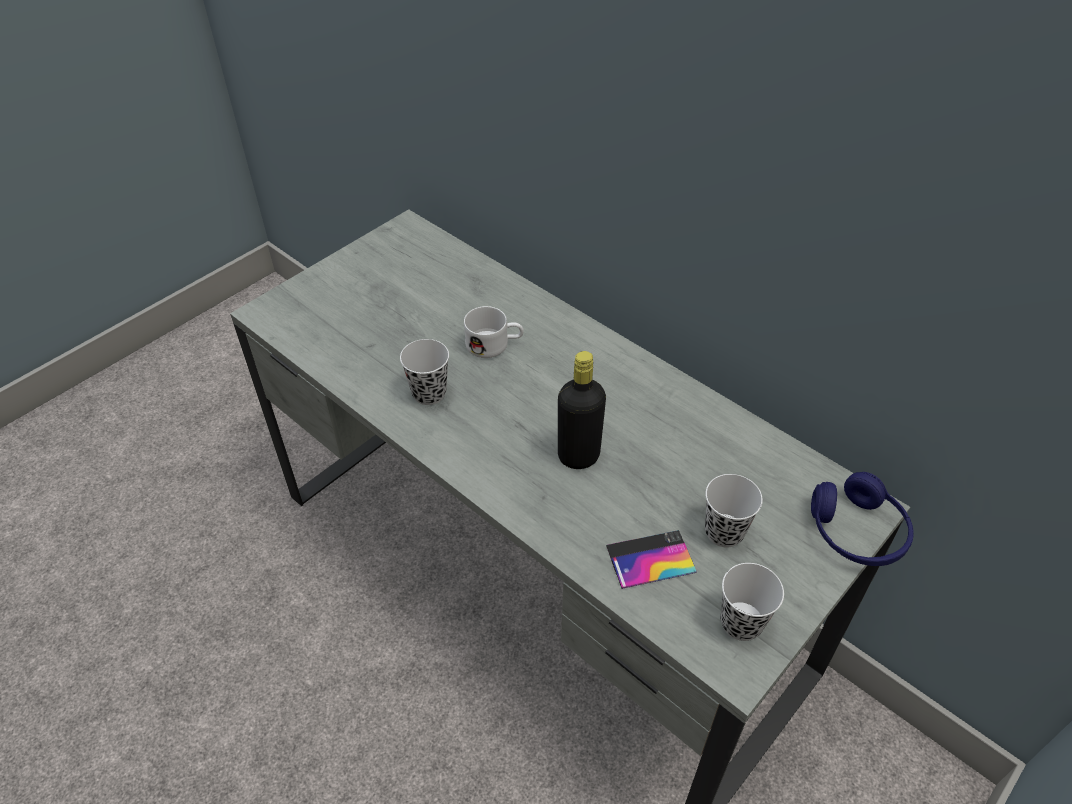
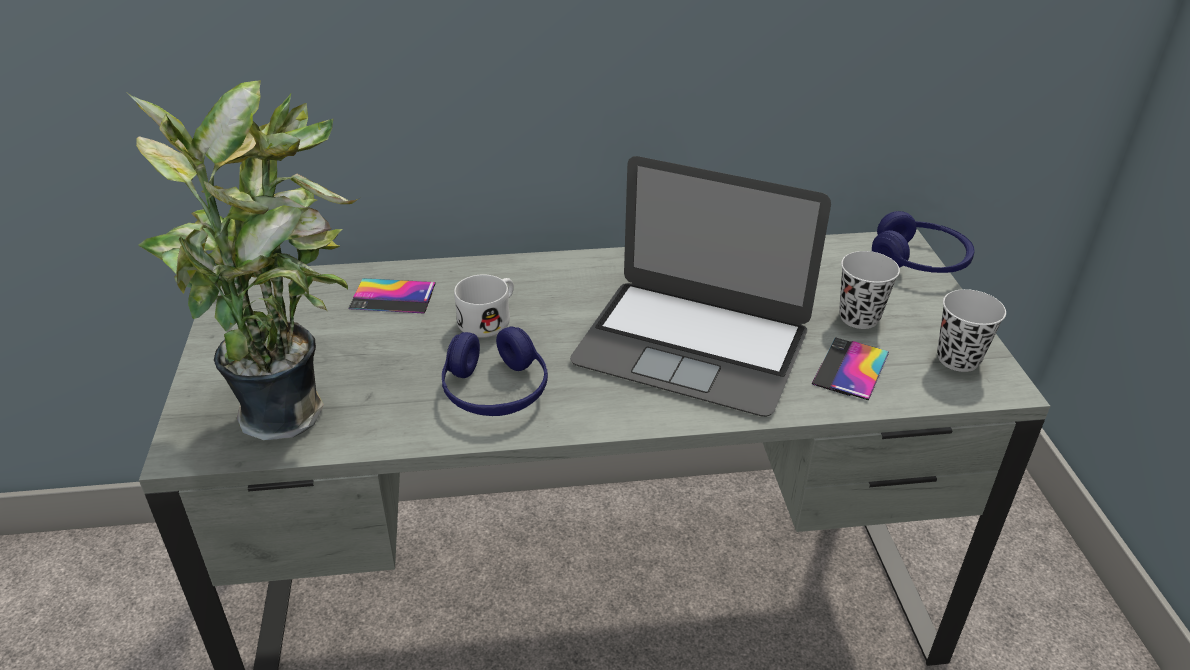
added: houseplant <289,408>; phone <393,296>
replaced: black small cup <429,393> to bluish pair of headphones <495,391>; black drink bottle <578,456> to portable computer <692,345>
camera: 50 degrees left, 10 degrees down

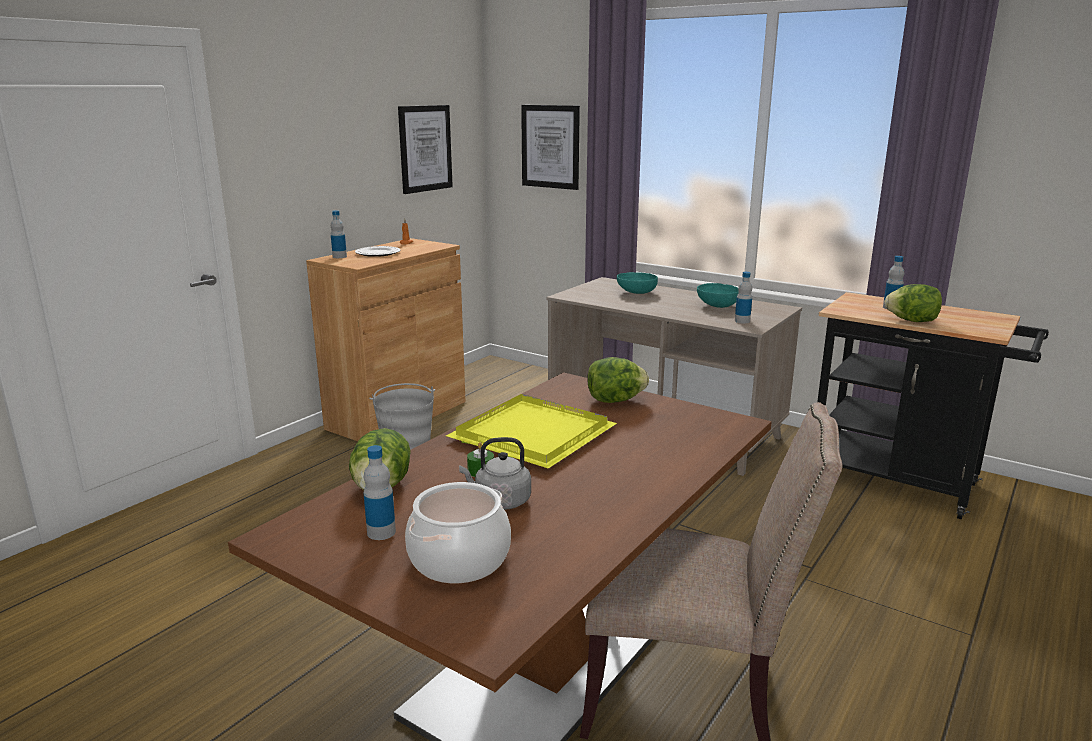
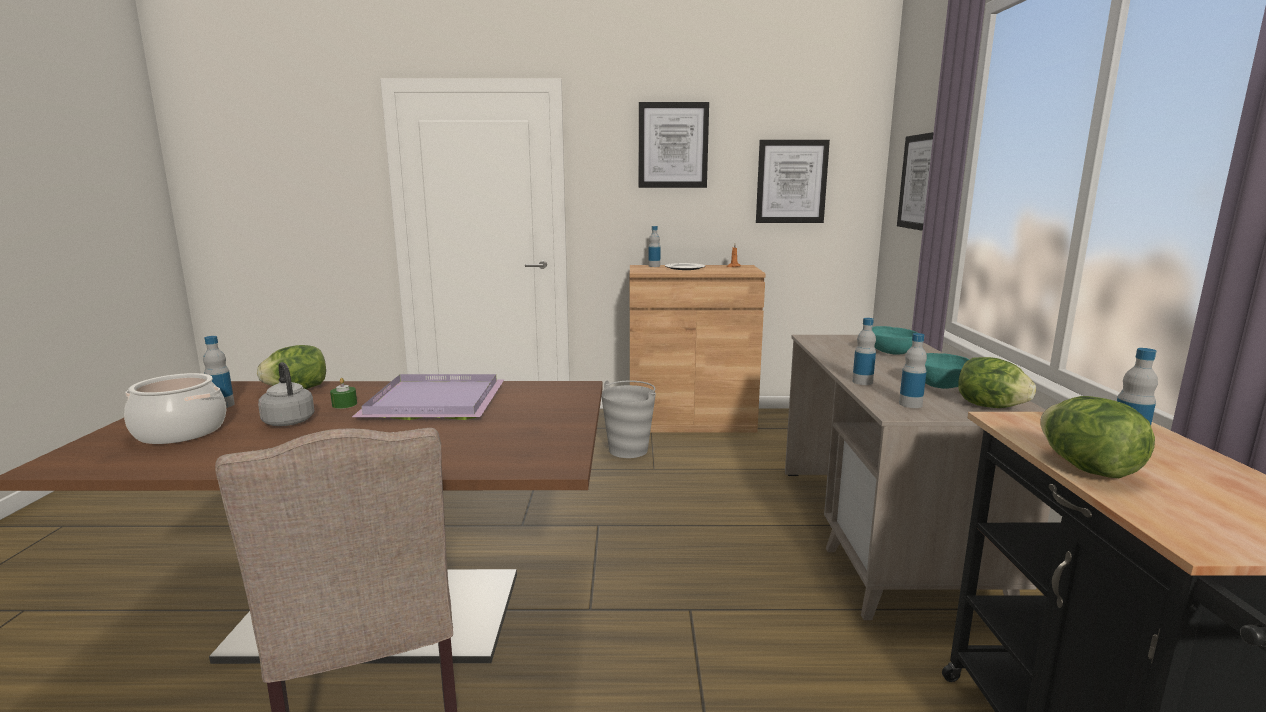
added: picture <673,145>; drink bottle <862,382>
moved: lettuce <615,400> to <990,406>
recoloured: yellow carrying tray <529,435> to purple carrying tray <433,401>
camera: 55 degrees right, 5 degrees down

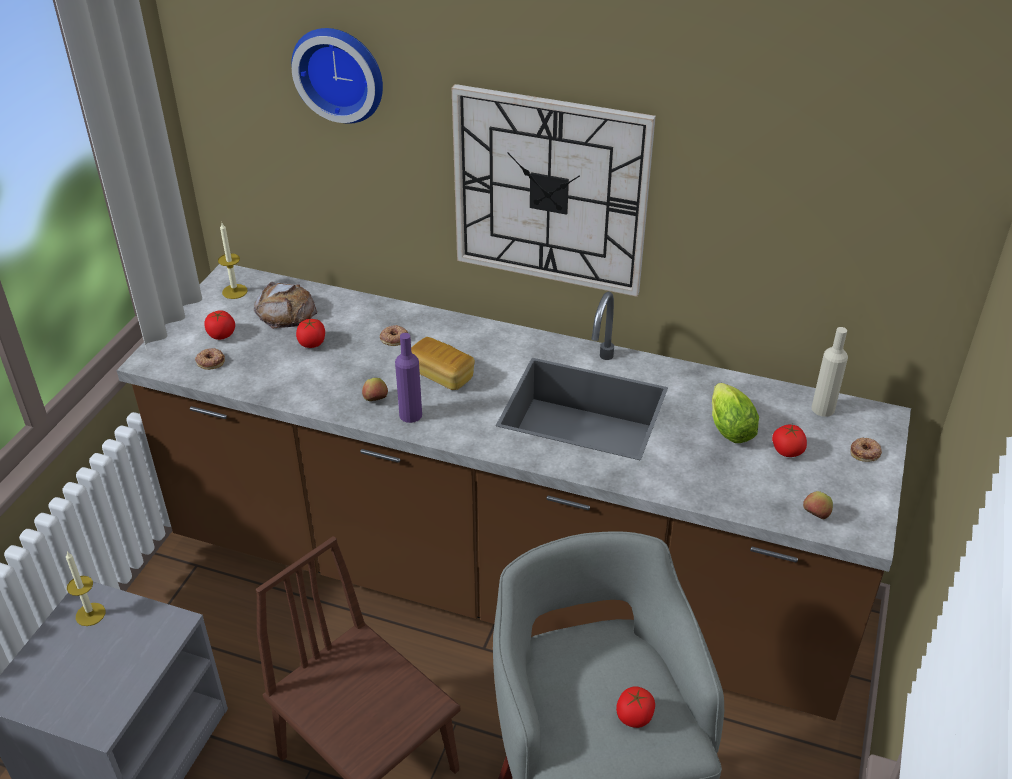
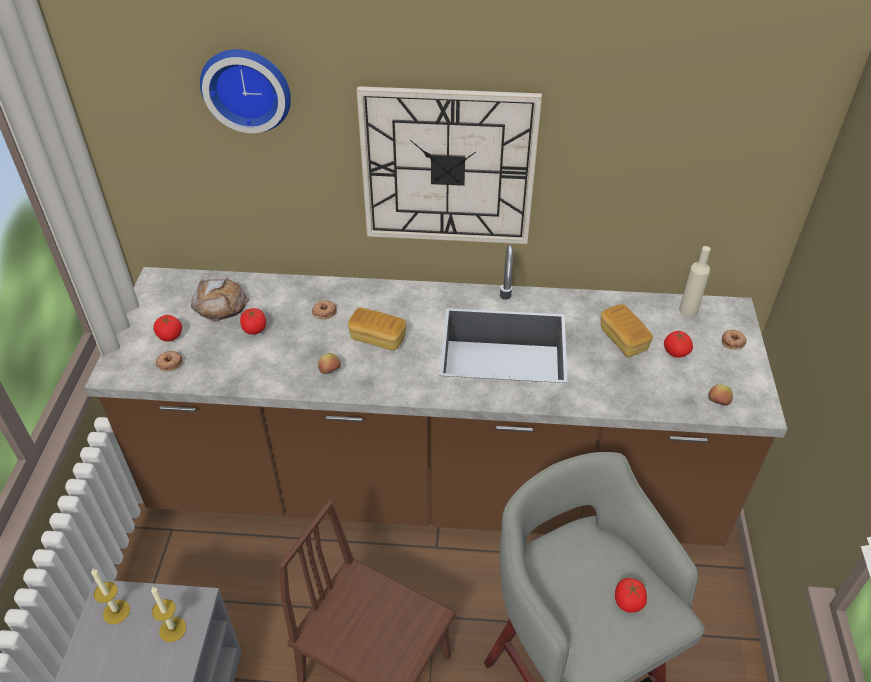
removed: purple drink bottle <410,415>
moved: wax light <234,291> to <172,629>
replaced: lettuce <728,426> to bakery bread <623,339>
camera: 15 degrees left, 5 degrees up

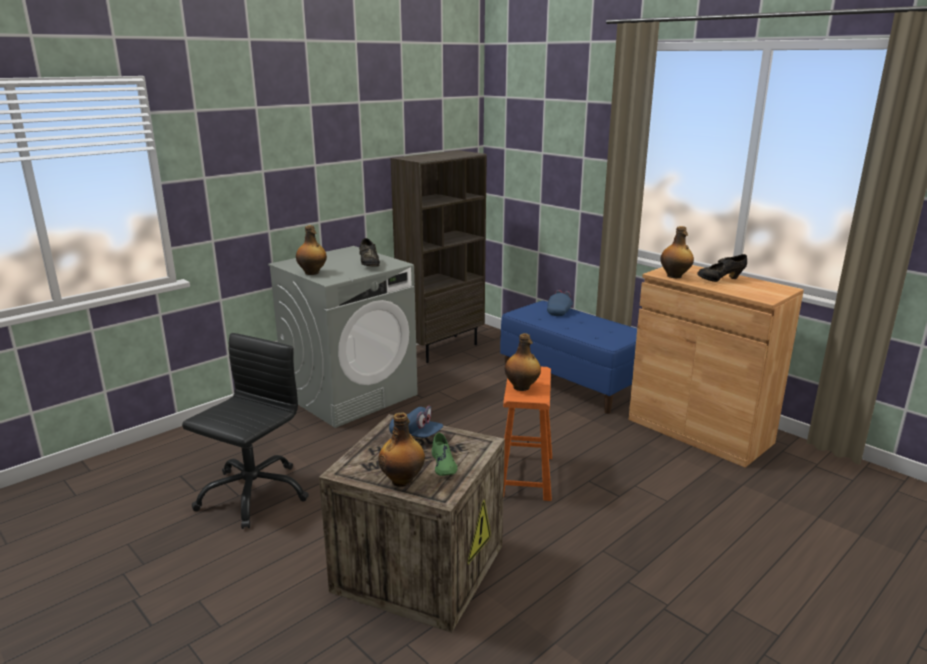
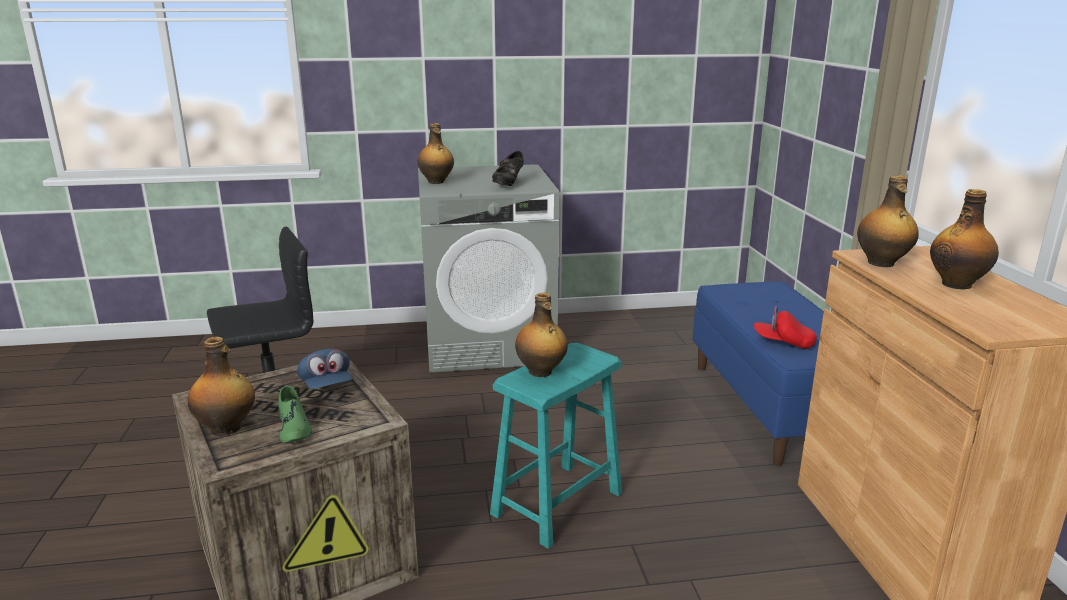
removed: brownish bookcase <441,348>; bluish baseball cap <559,311>
added: red-coloured baseball cap <783,342>
replaced: black low shoe <720,280> to drink bottle <957,284>
recoloured: orange-coloured stool seat <525,476> to turquoise stool seat <557,503>
turned: greenish low shoe <443,464> = <294,427> 45 degrees counterclockwise
camera: 35 degrees right, 0 degrees up

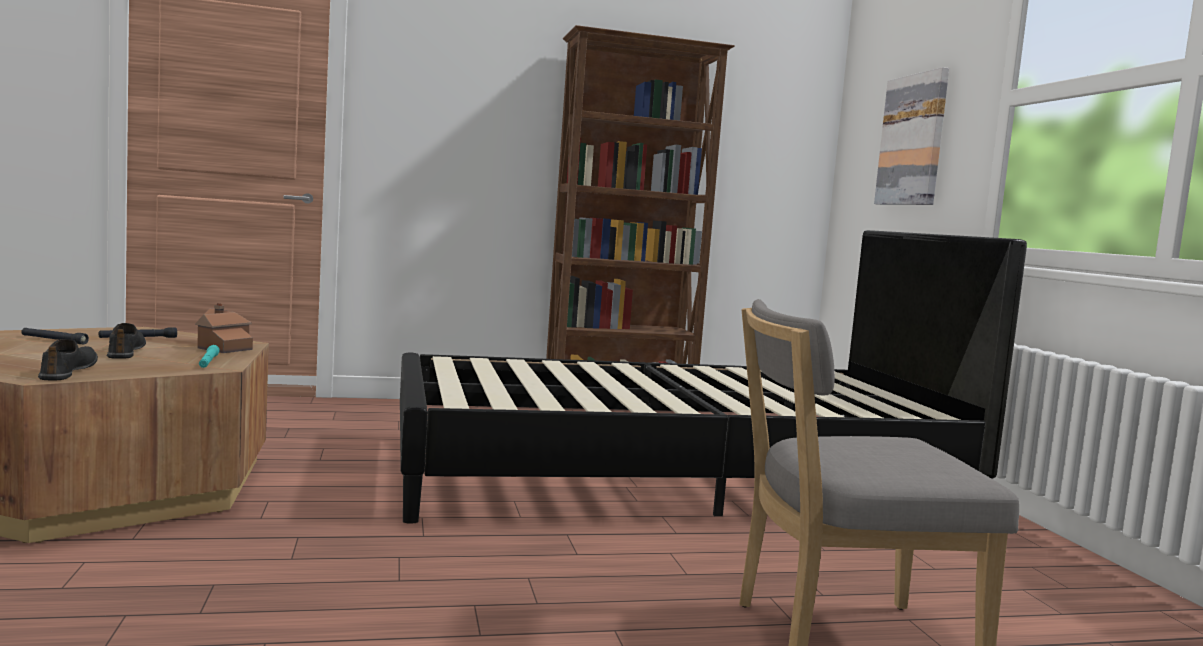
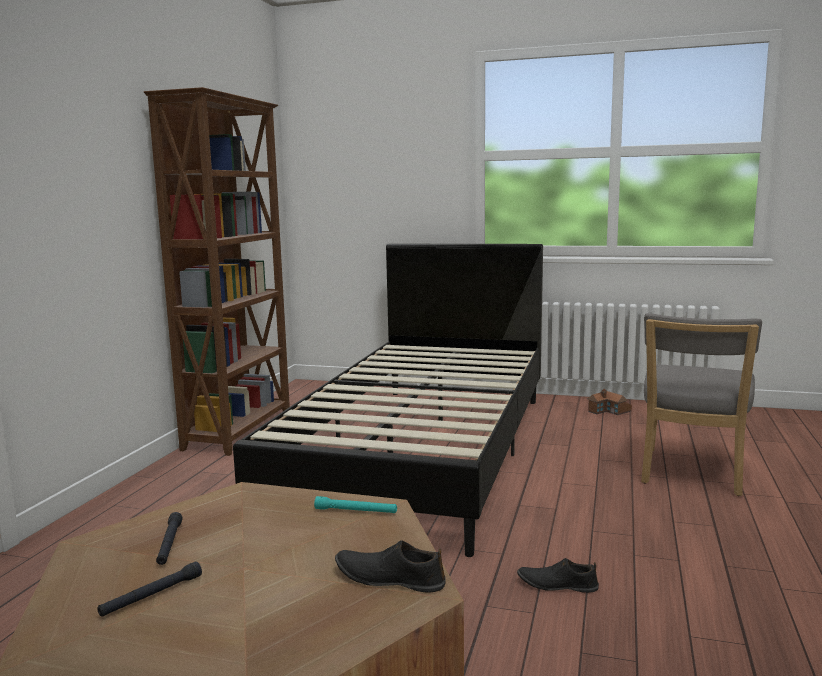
removed: picture <912,140>
moved: miniature house <221,346> to <609,411>; black low shoe <126,351> to <557,584>
camera: 60 degrees left, 5 degrees up

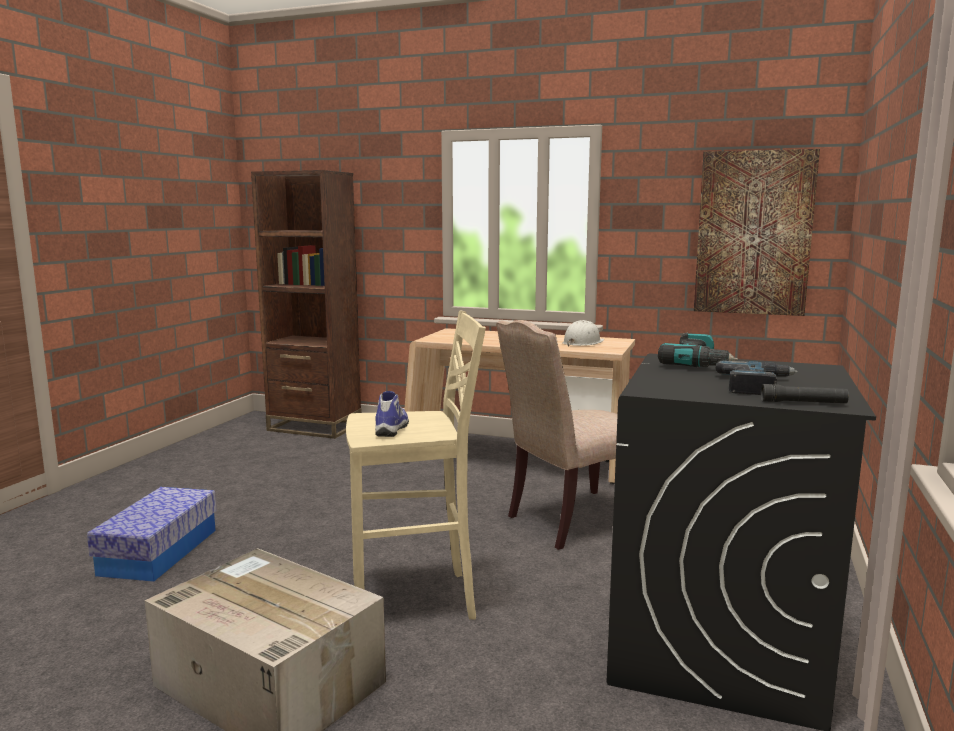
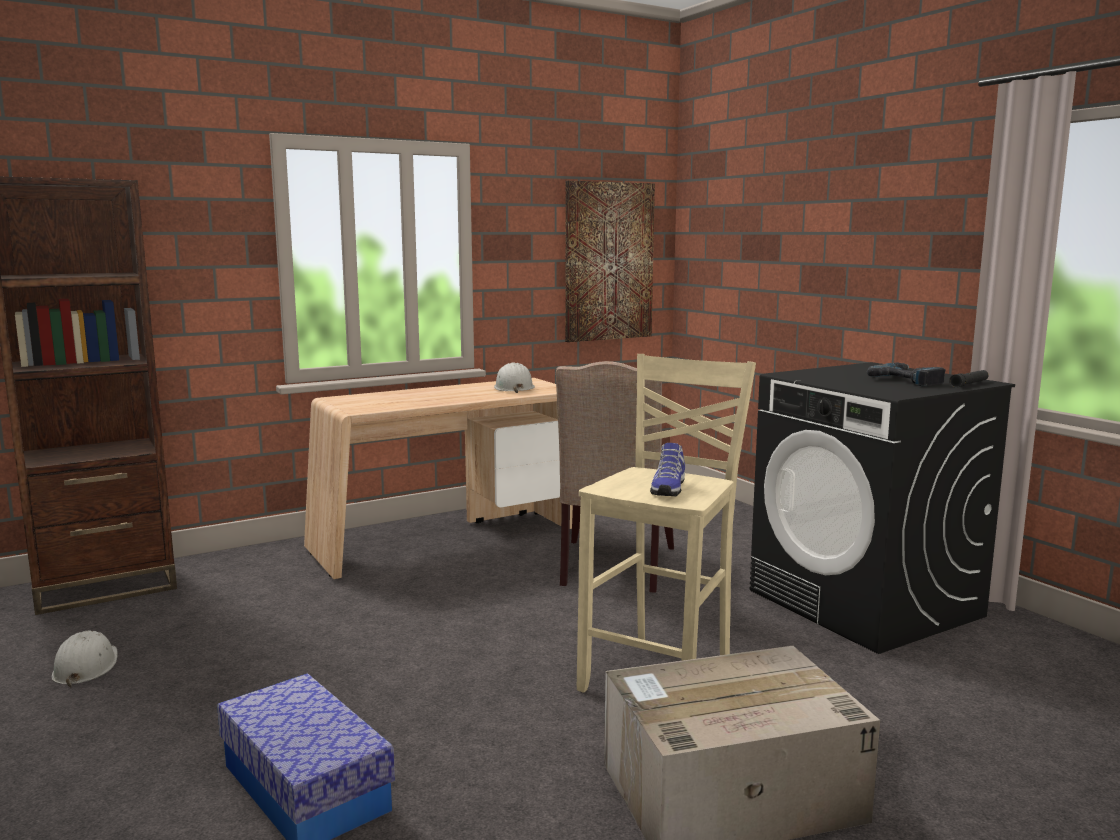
removed: power drill <698,364>
added: whitish work helmet <86,667>
turned: low shoe <393,429> = <667,489> 120 degrees counterclockwise
camera: 50 degrees left, 0 degrees up

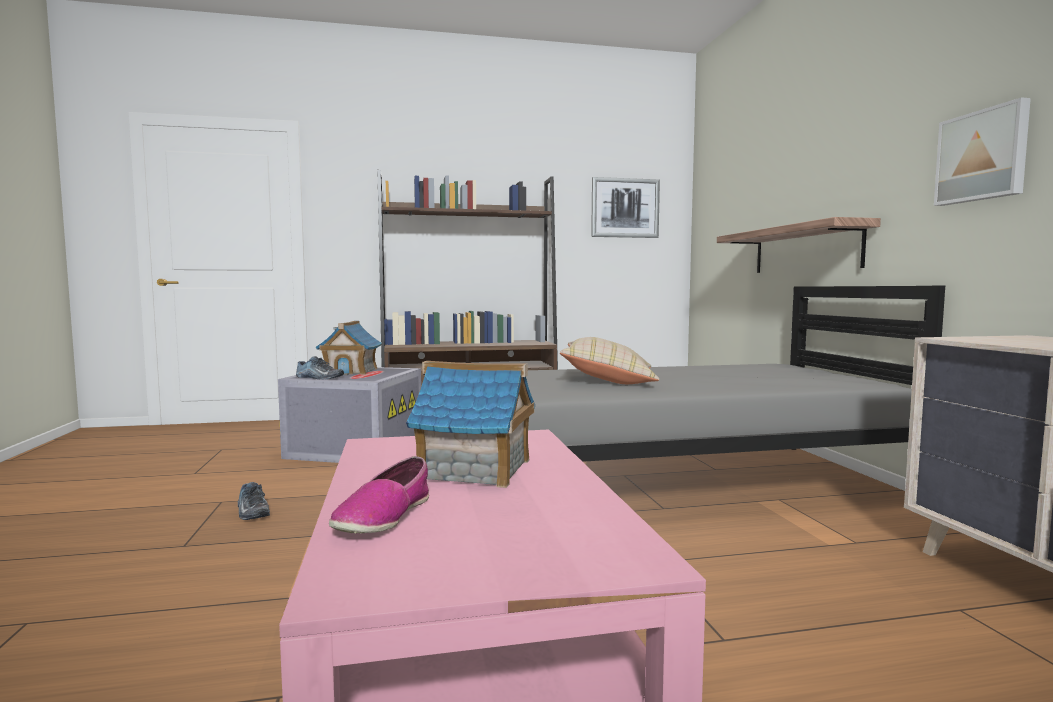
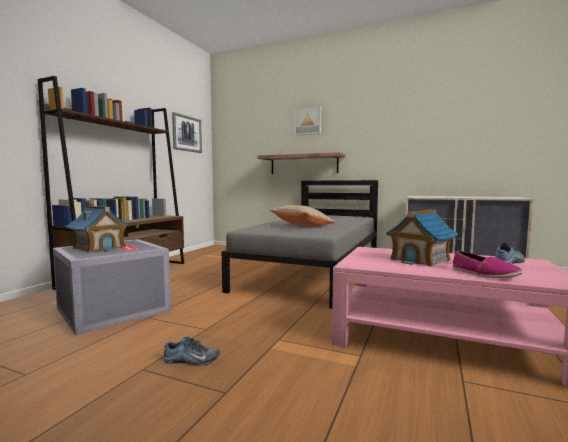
moved: picture <983,156> to <308,120>; low shoe <318,378> to <510,262>
camera: 55 degrees left, 0 degrees up

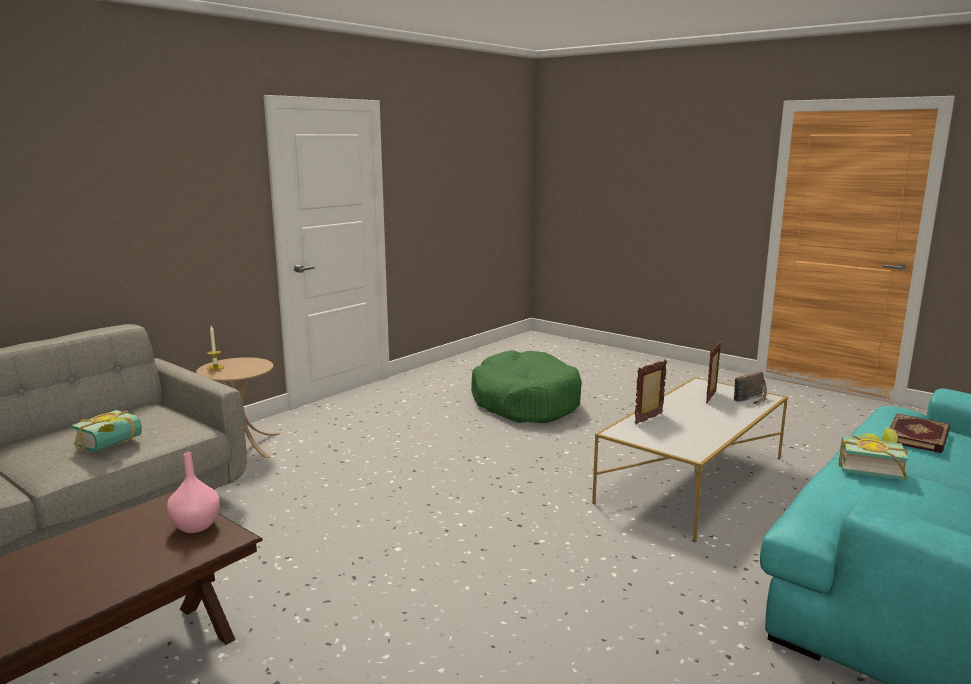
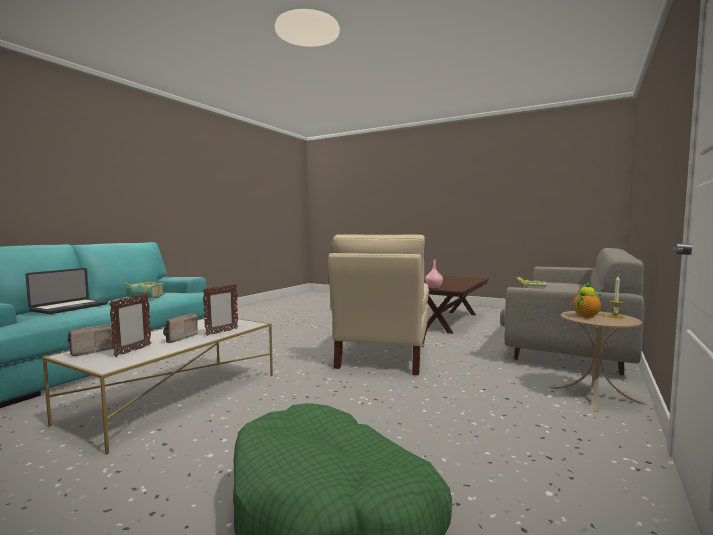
added: beige lounge chair <383,356>; teapot <587,315>; radio <177,338>
replaced: book <918,436> to portable computer <70,307>
camera: 170 degrees right, 10 degrees down

